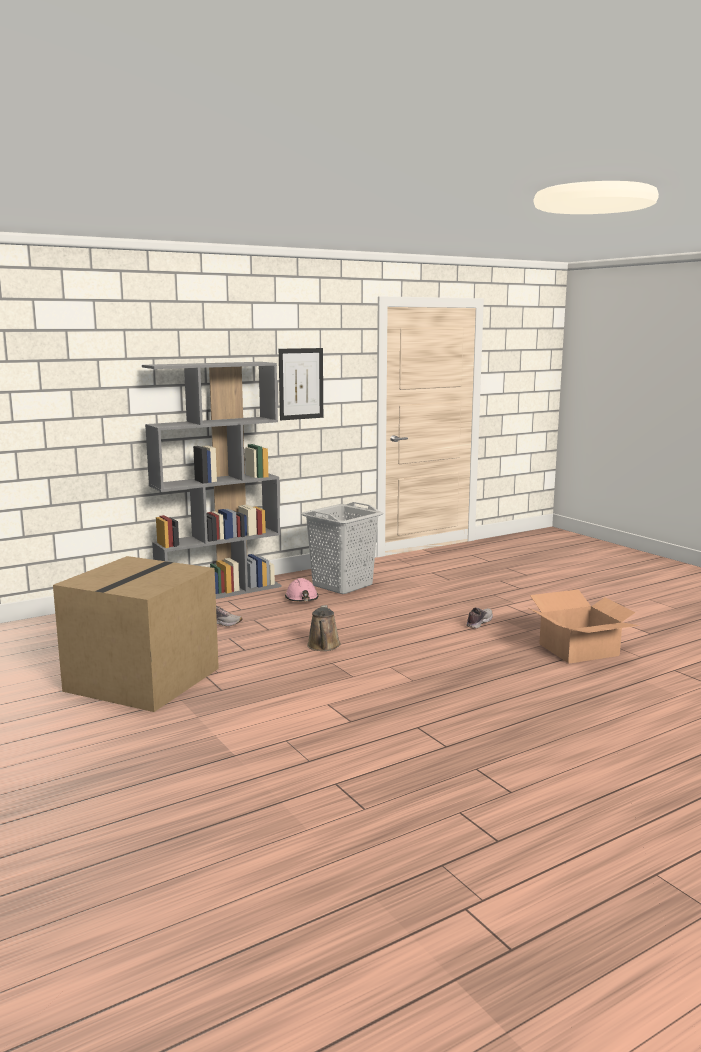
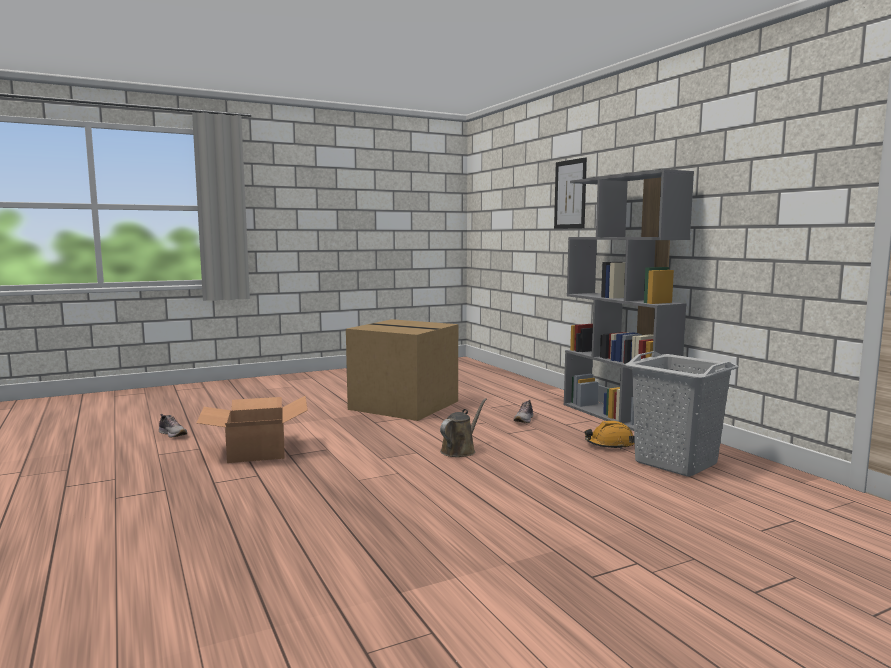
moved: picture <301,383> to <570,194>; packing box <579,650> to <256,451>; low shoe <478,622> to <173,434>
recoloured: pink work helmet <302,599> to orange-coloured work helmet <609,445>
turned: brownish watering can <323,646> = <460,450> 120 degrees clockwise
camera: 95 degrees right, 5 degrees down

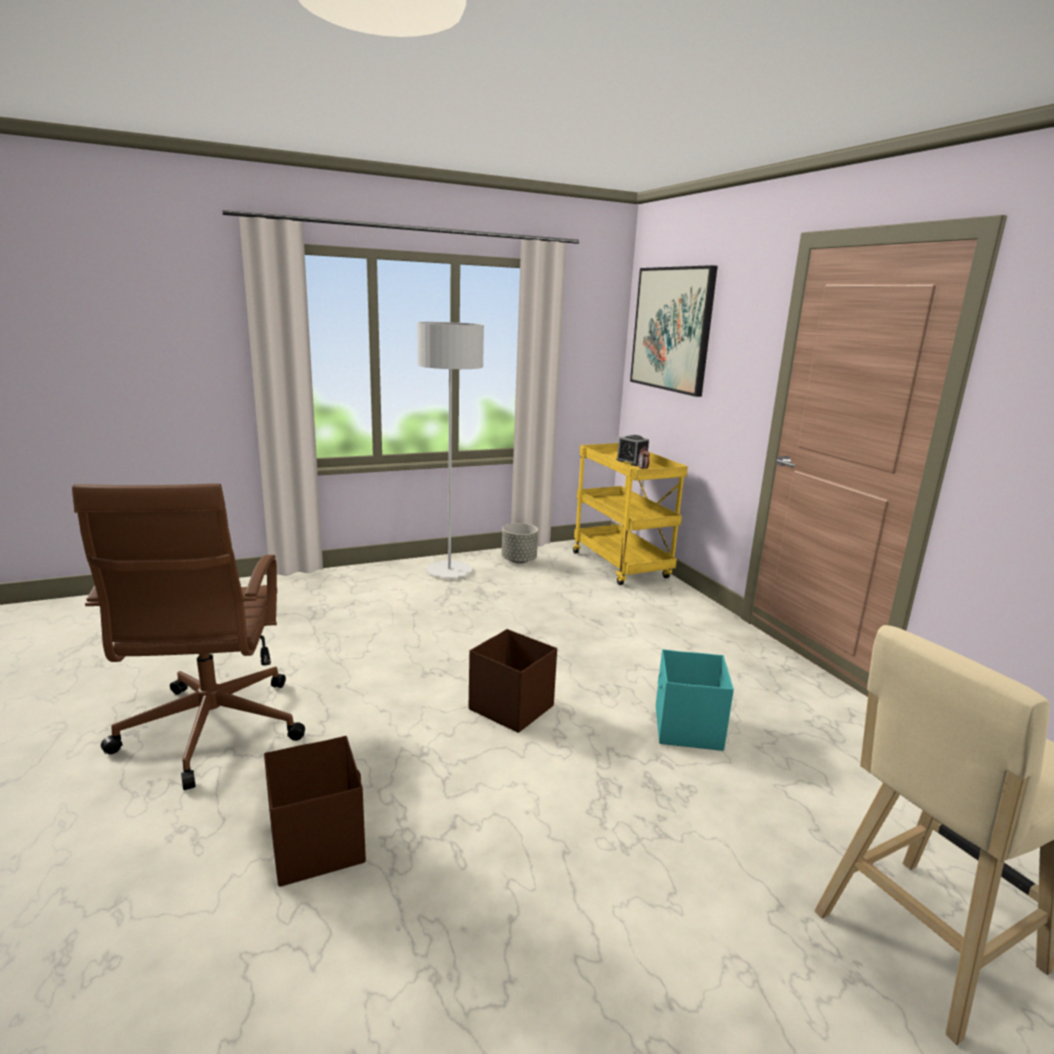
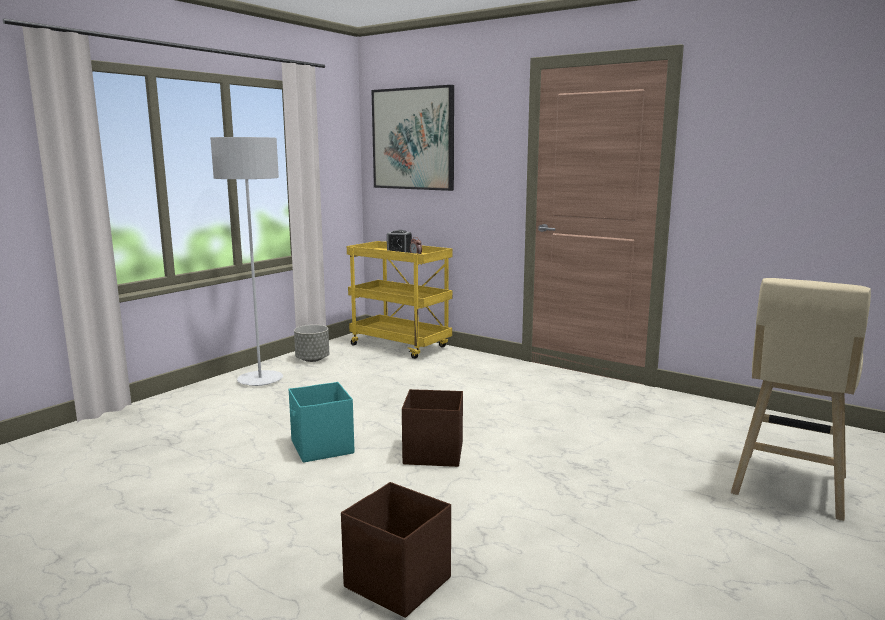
removed: brownish desk chair <210,732>
moved: turquoise storage container <687,729> to <322,447>
camera: 30 degrees left, 5 degrees down

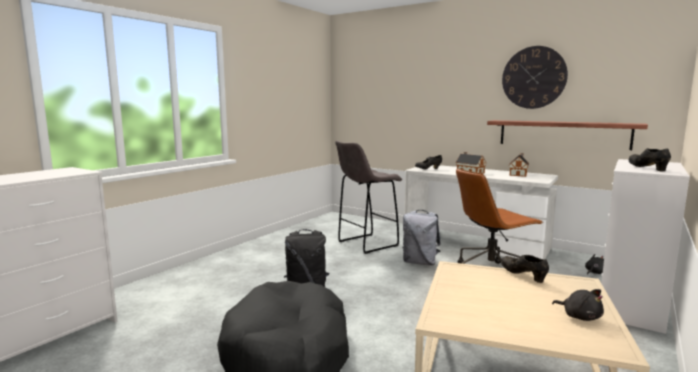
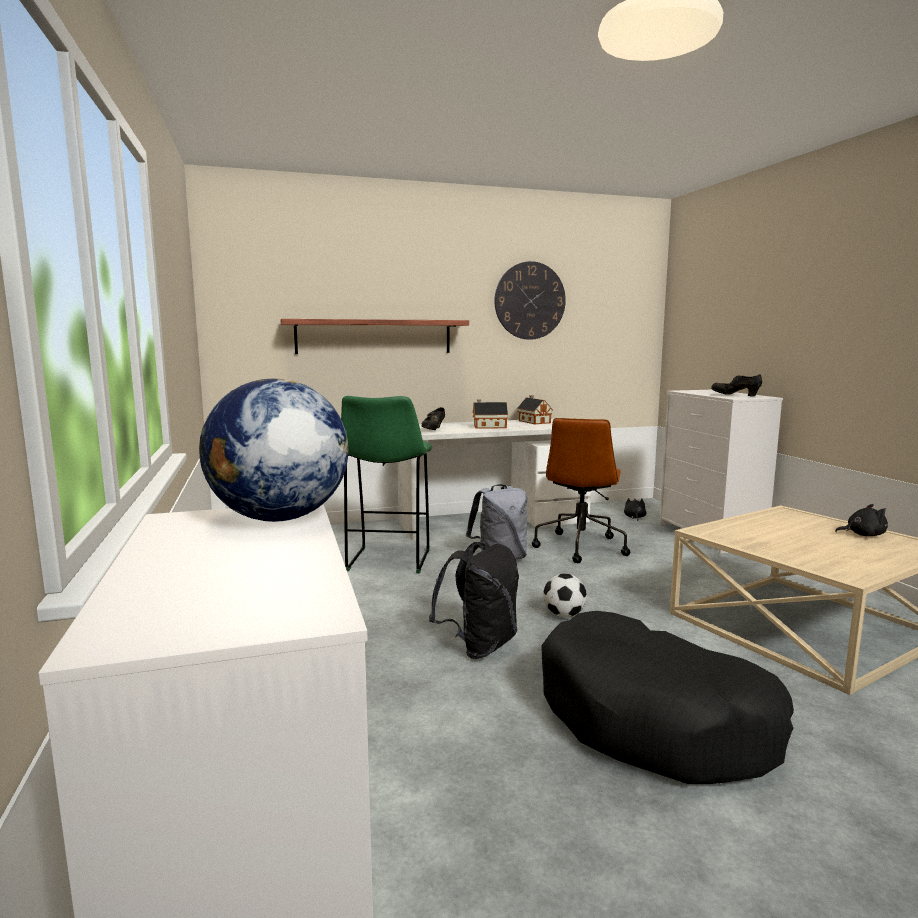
removed: black low shoe <523,276>
added: globe <278,518>; ball for football <564,615>
moved: bracket shelf <562,134> to <374,336>
recoloured: greyish stool seat <366,244> to greenish stool seat <388,561>
camera: 50 degrees left, 0 degrees up

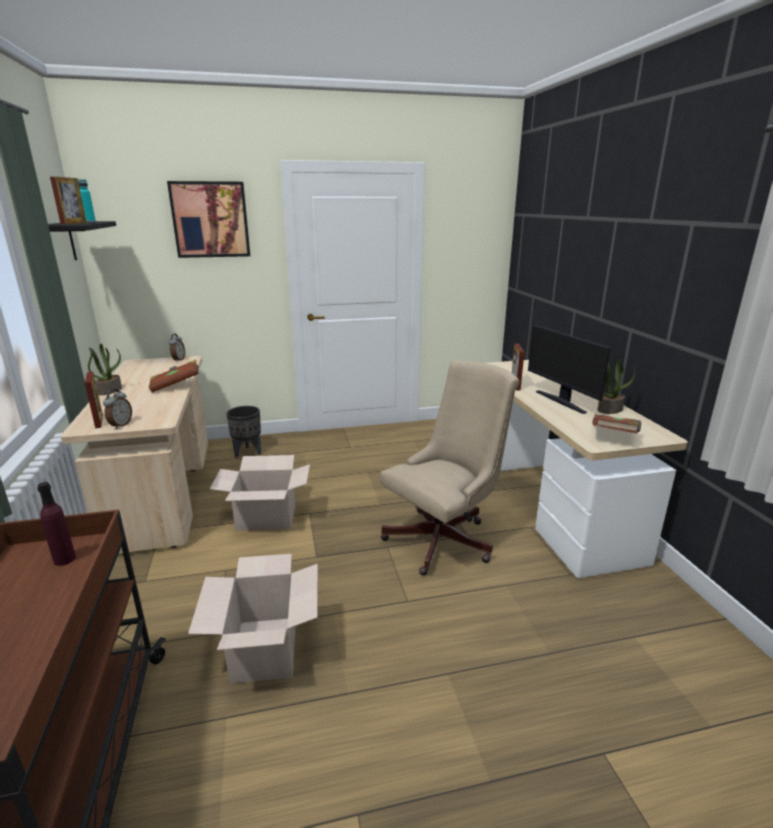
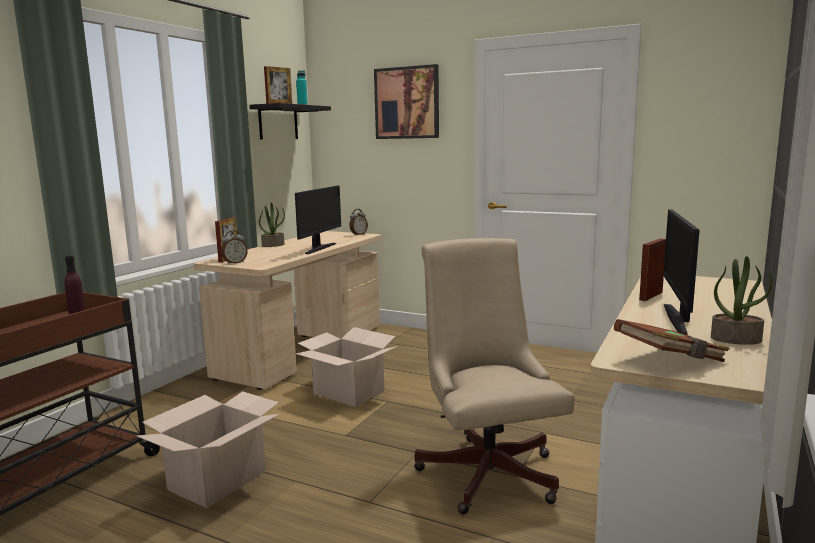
removed: black flower pot <247,452>
replaced: brownish book <176,386> to computer screen <319,248>
turned: beige desk chair <445,538> = <487,468> 105 degrees counterclockwise
camera: 40 degrees right, 10 degrees down

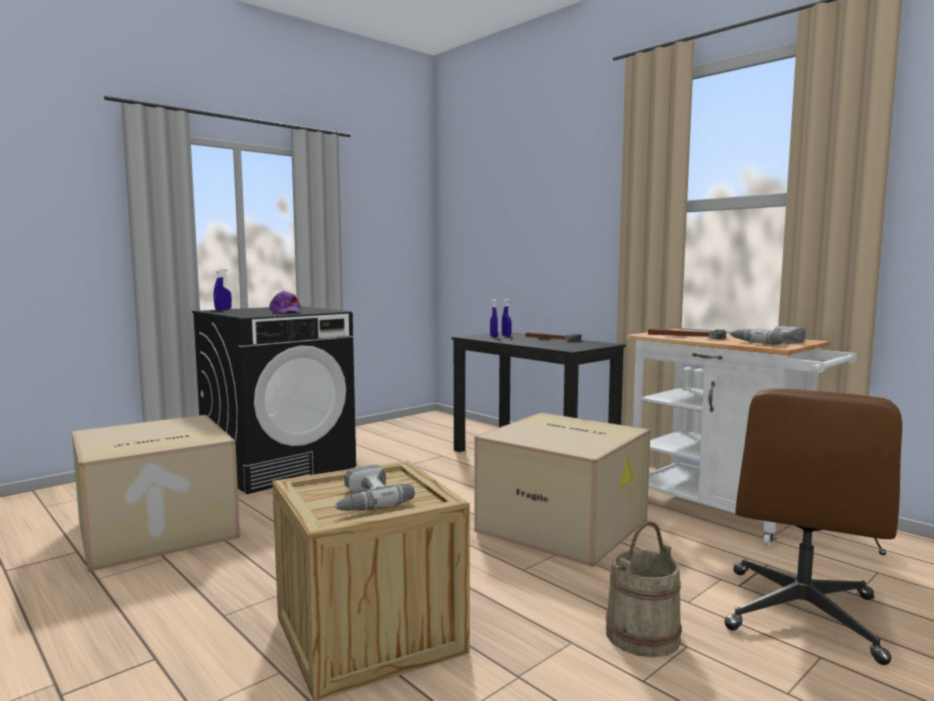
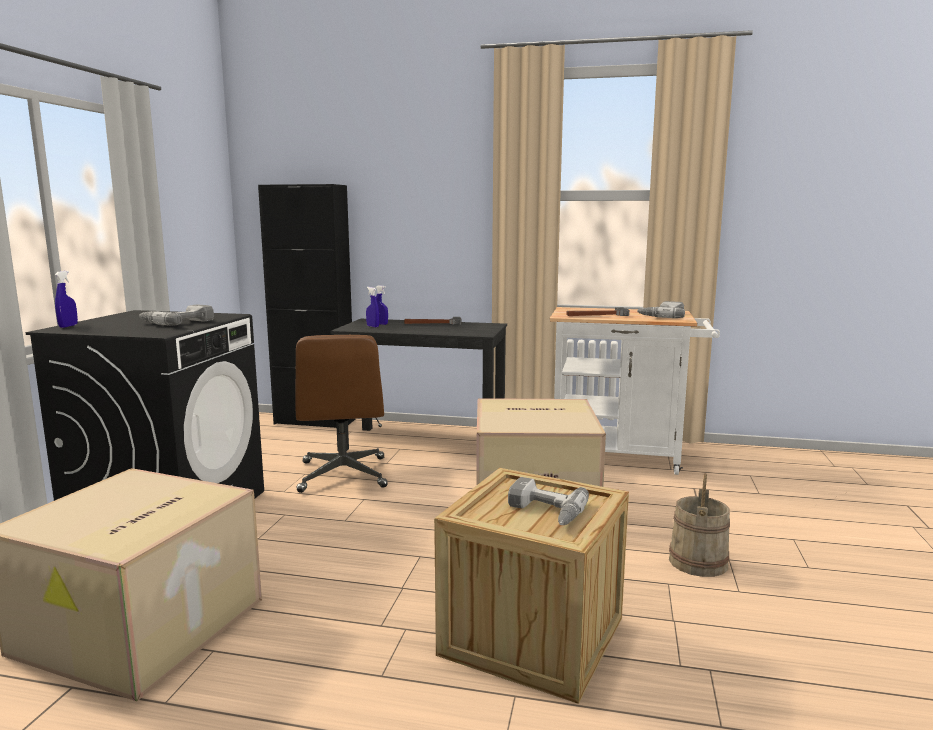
added: black storage cabinet <315,421>
moved: brownish desk chair <802,615> to <343,475>
replaced: purple baseball cap <285,311> to power drill <177,322>
camera: 35 degrees left, 5 degrees up

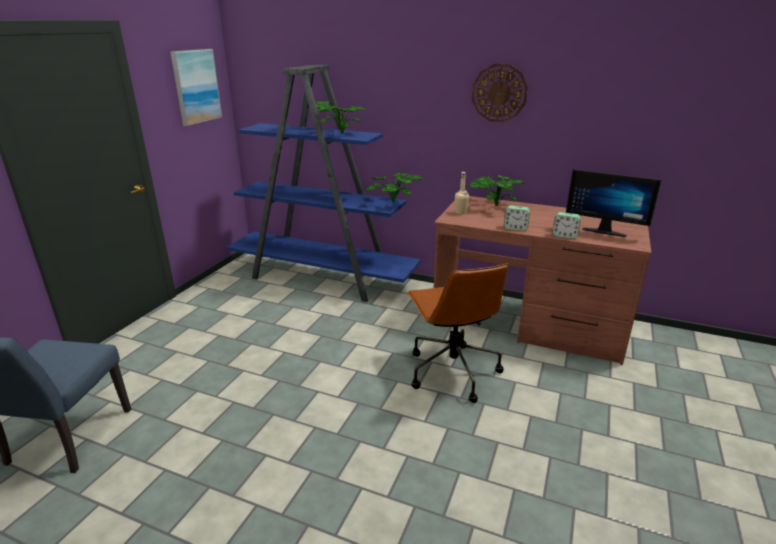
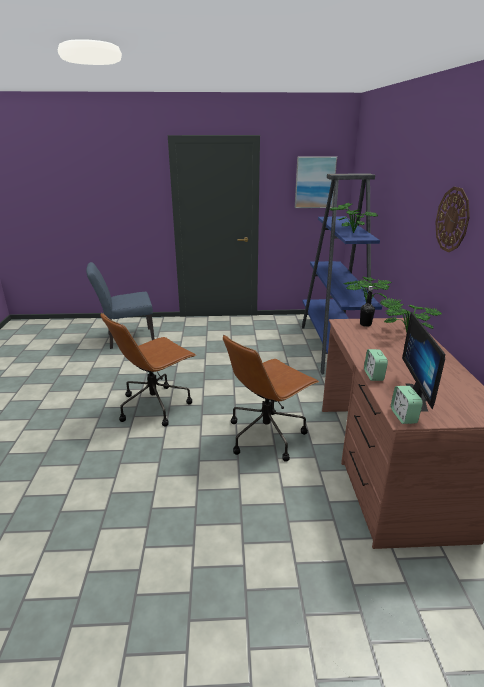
added: brownish desk chair <155,405>
moved: alarm clock <515,228> to <403,416>
recoloured: beige drink bottle <460,212> to black drink bottle <365,324>
camera: 65 degrees right, 0 degrees up

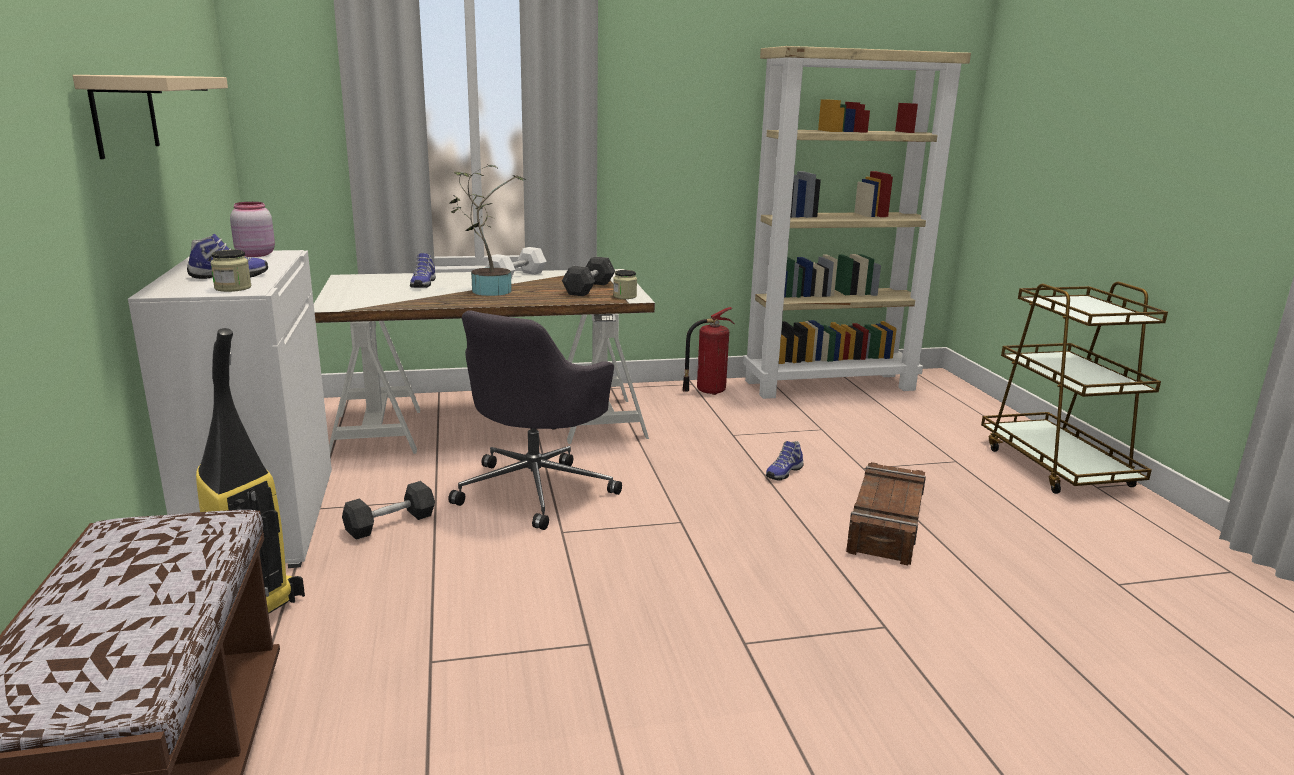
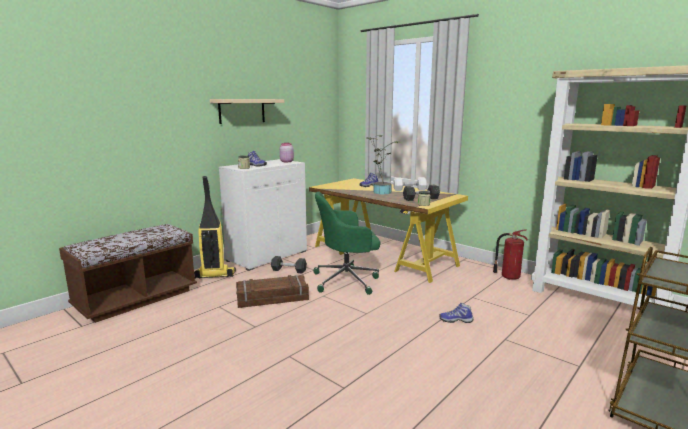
moved: packing crate <887,524> to <272,298>
recoloured: whitish desk <491,425> to yellow desk <383,255>; greyish desk chair <536,489> to greenish desk chair <347,280>
camera: 55 degrees right, 5 degrees down

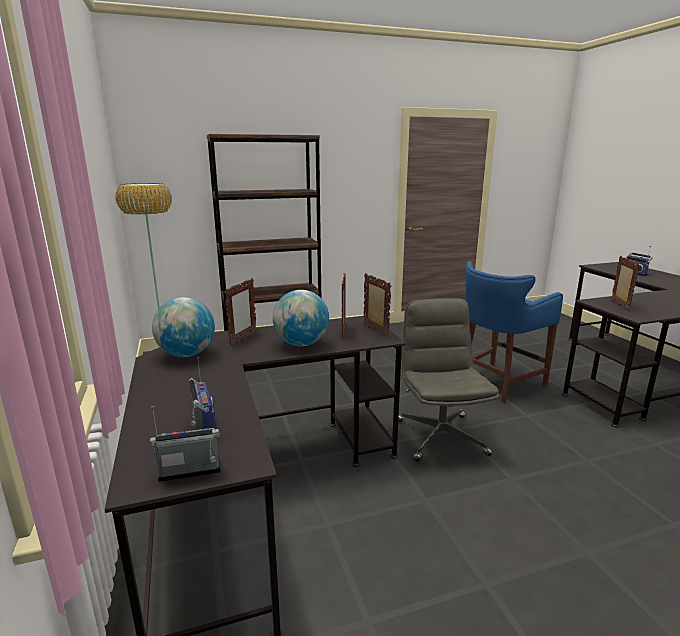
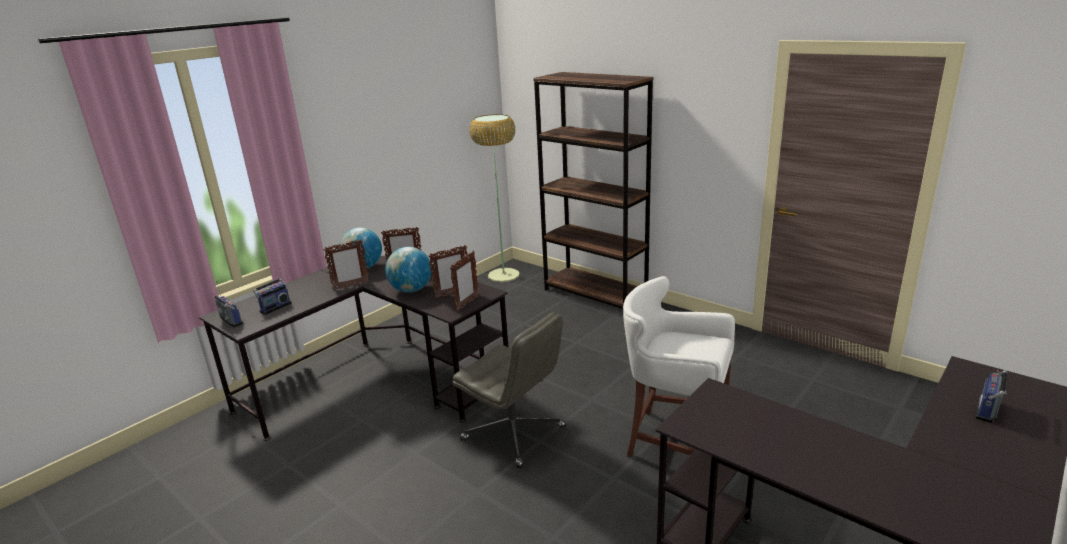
moved: photo frame <619,305> to <351,286>
recoloured: bluish stool seat <497,382> to whitish stool seat <674,441>
turned: greyish desk chair <440,436> = <515,434> 75 degrees clockwise
camera: 60 degrees right, 5 degrees up

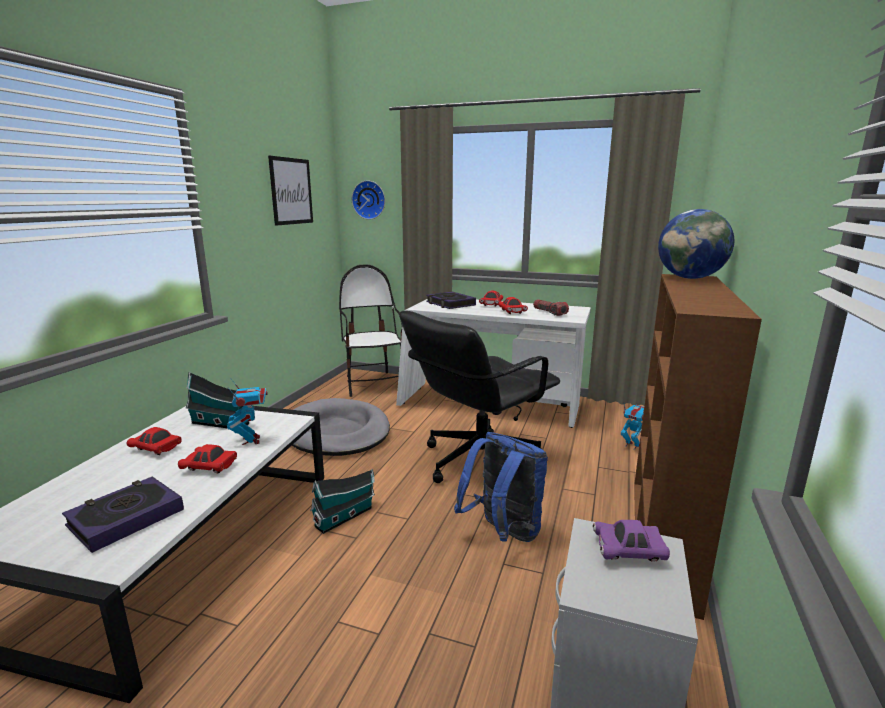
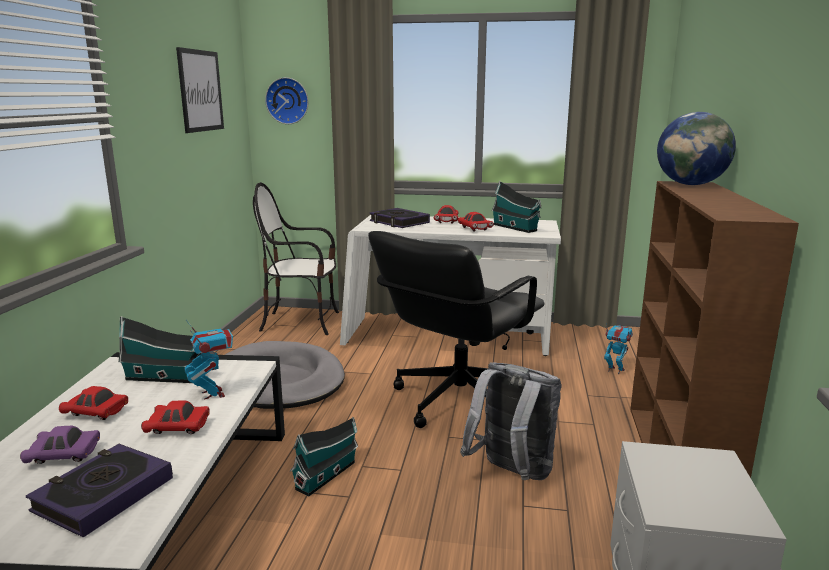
moved: purple model car <628,552> to <64,456>
replaced: torch <549,312> to miniature house <516,228>
recoloured: bluish knapsack <503,533> to greyish knapsack <511,474>
turned: plain chair <373,384> = <301,322> 60 degrees counterclockwise
camera: 10 degrees left, 0 degrees up

